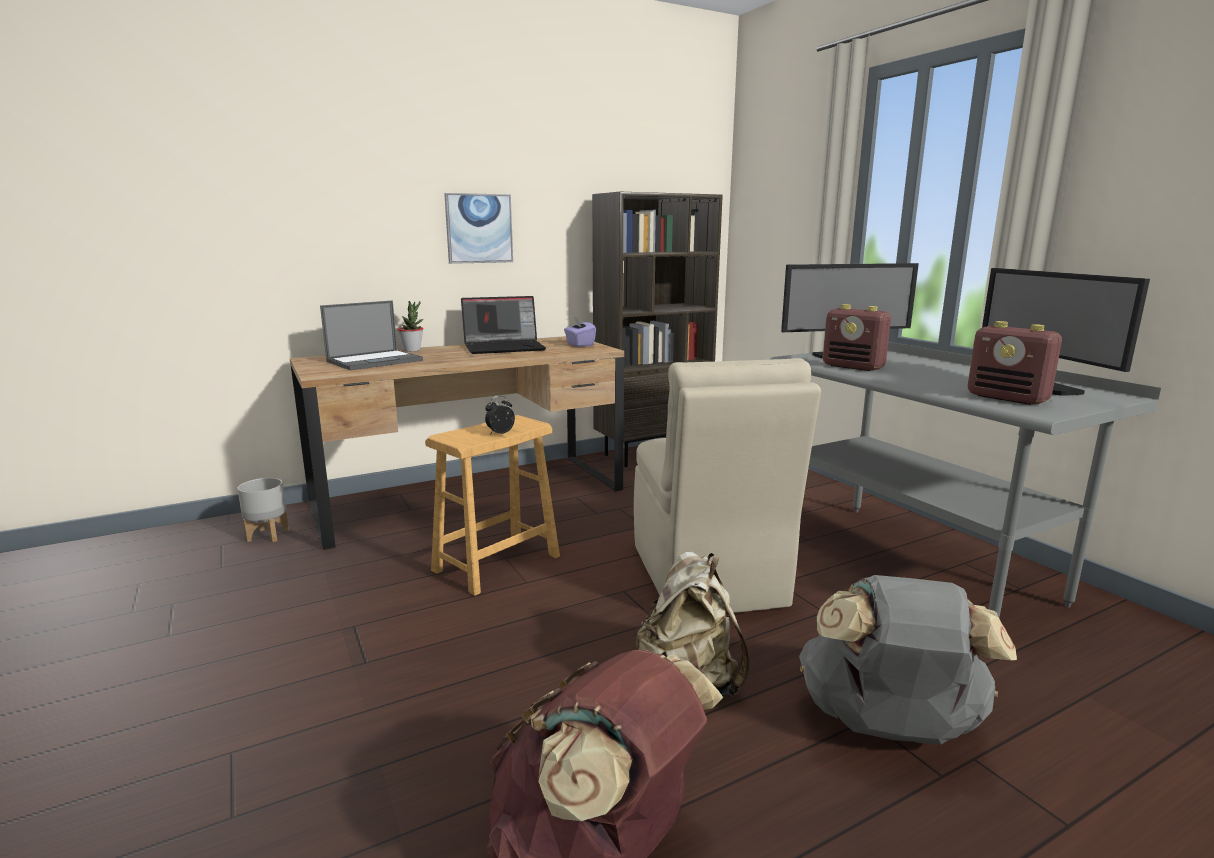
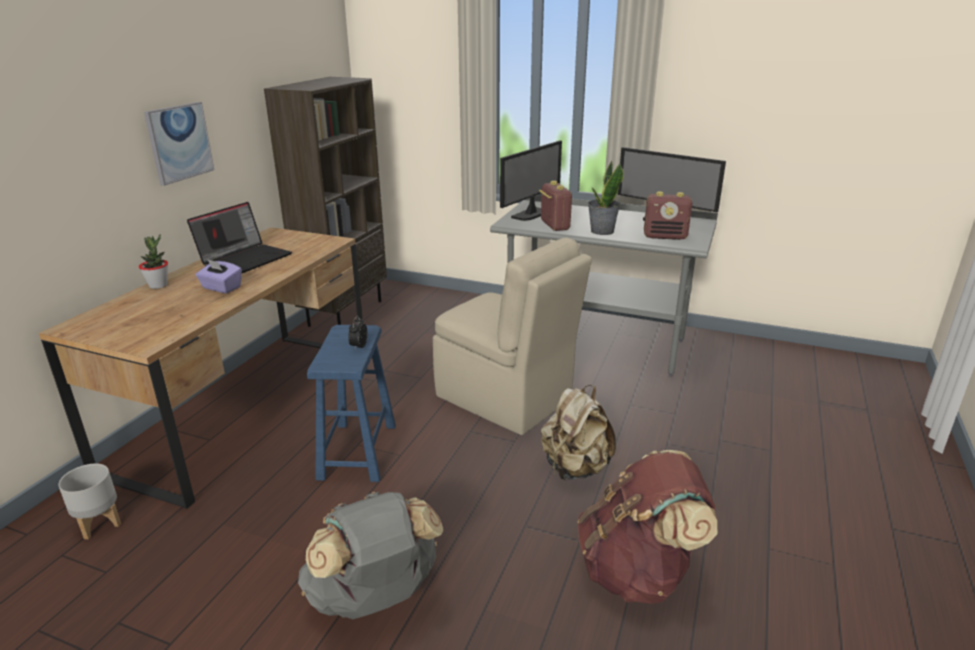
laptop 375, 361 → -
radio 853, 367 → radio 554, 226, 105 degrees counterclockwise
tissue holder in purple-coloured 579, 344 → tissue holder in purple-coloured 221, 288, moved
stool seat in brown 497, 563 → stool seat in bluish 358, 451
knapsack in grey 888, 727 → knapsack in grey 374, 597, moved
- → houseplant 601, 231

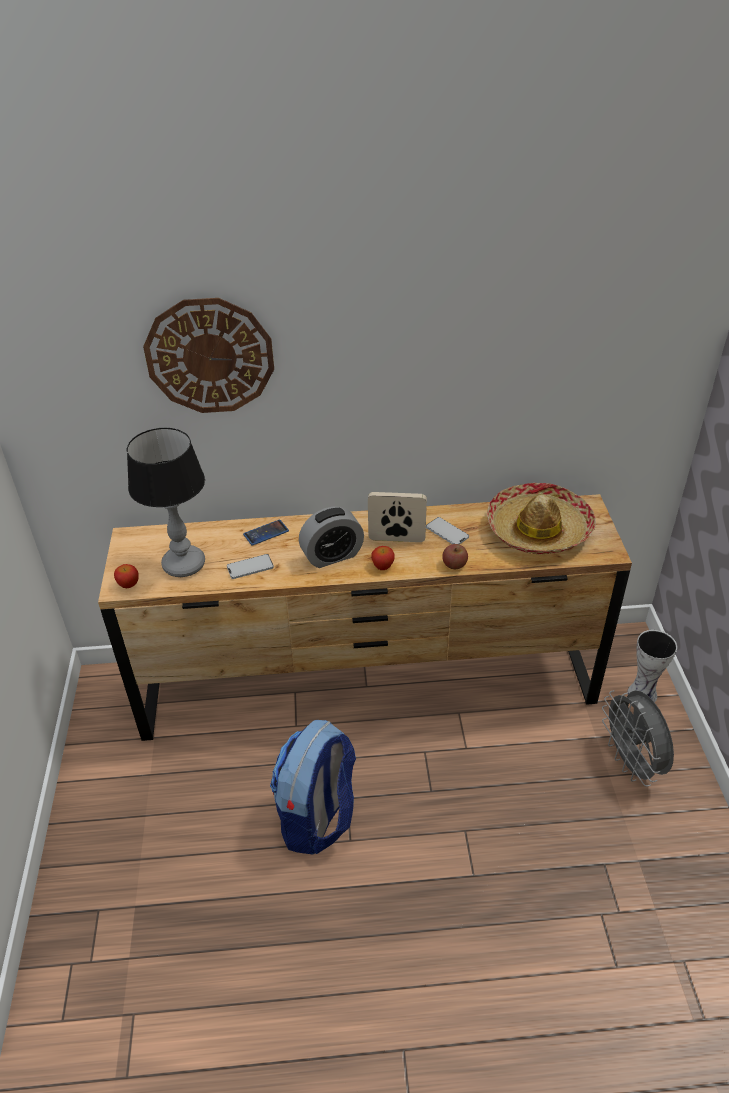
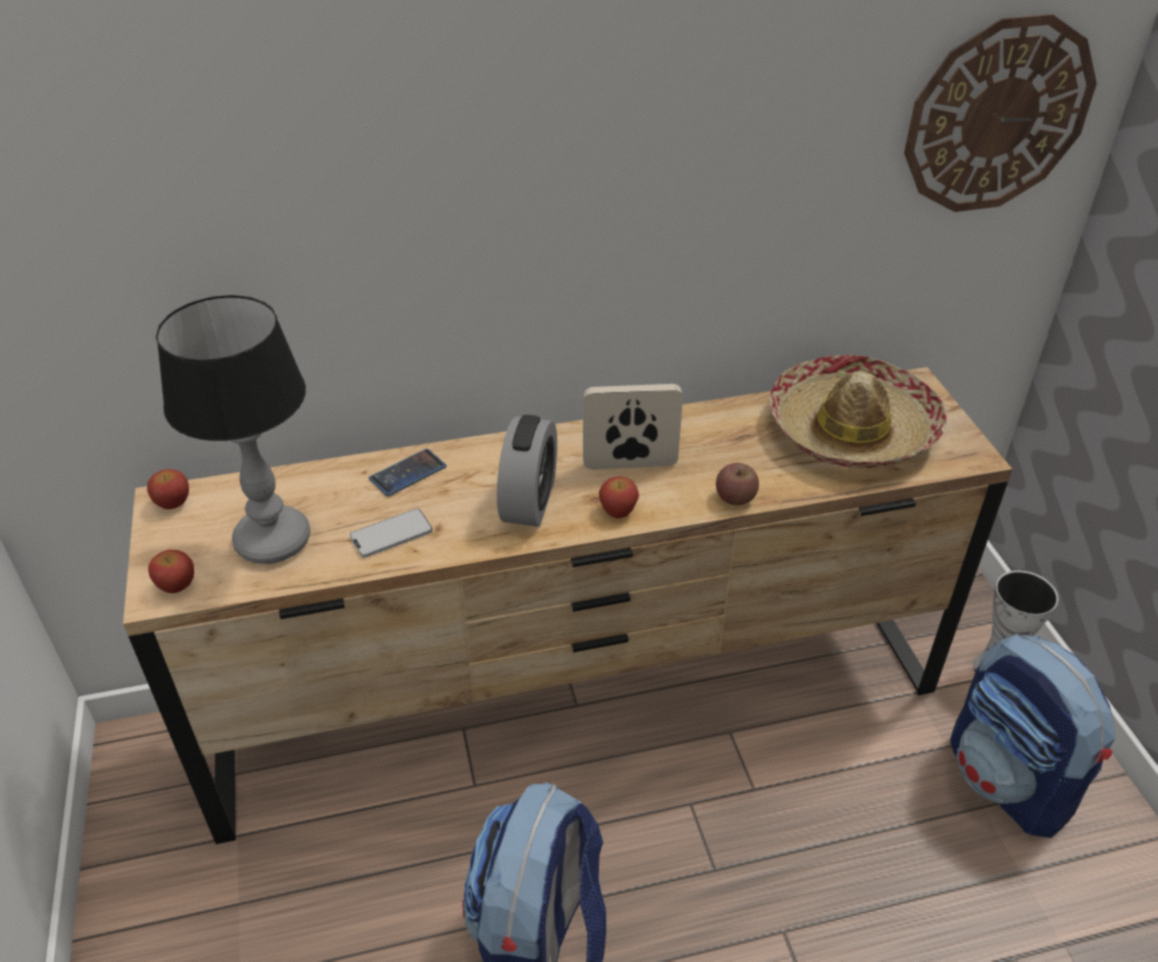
clock on the wall 210, 356 → clock on the wall 997, 116, moved
alarm clock 332, 556 → alarm clock 529, 501, 45 degrees counterclockwise
telephone 447, 532 → -
electric fan in grey 631, 763 → knapsack 1010, 781
- → apple fruit 173, 503

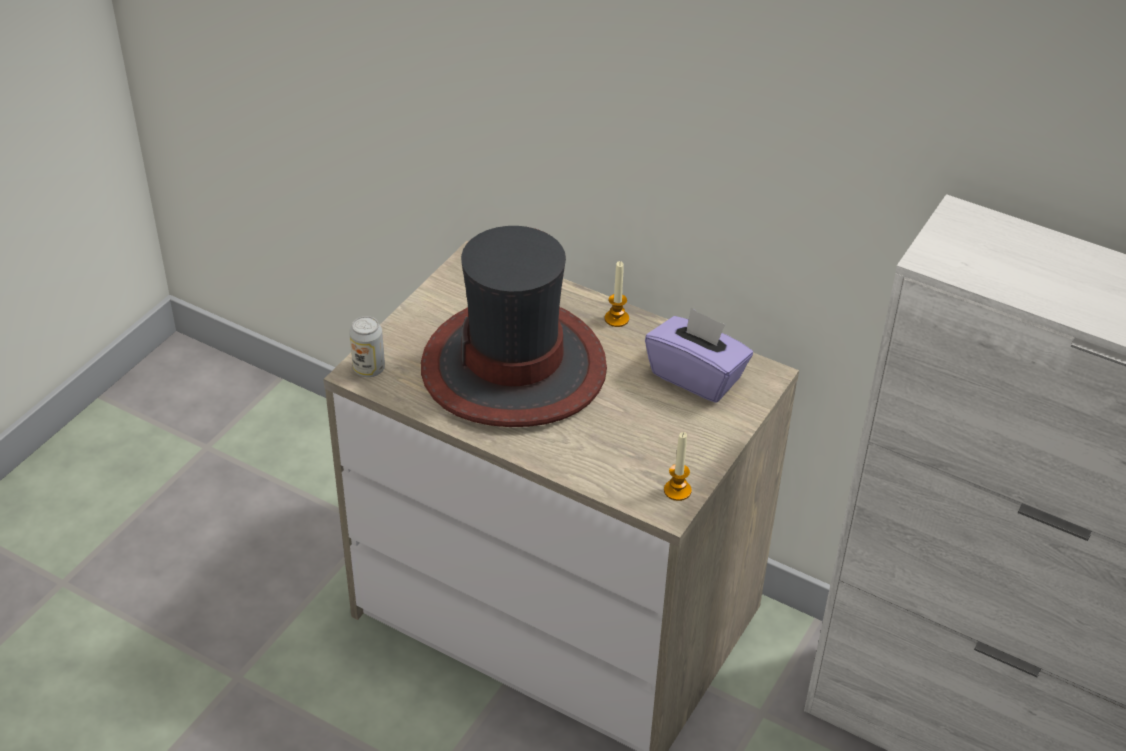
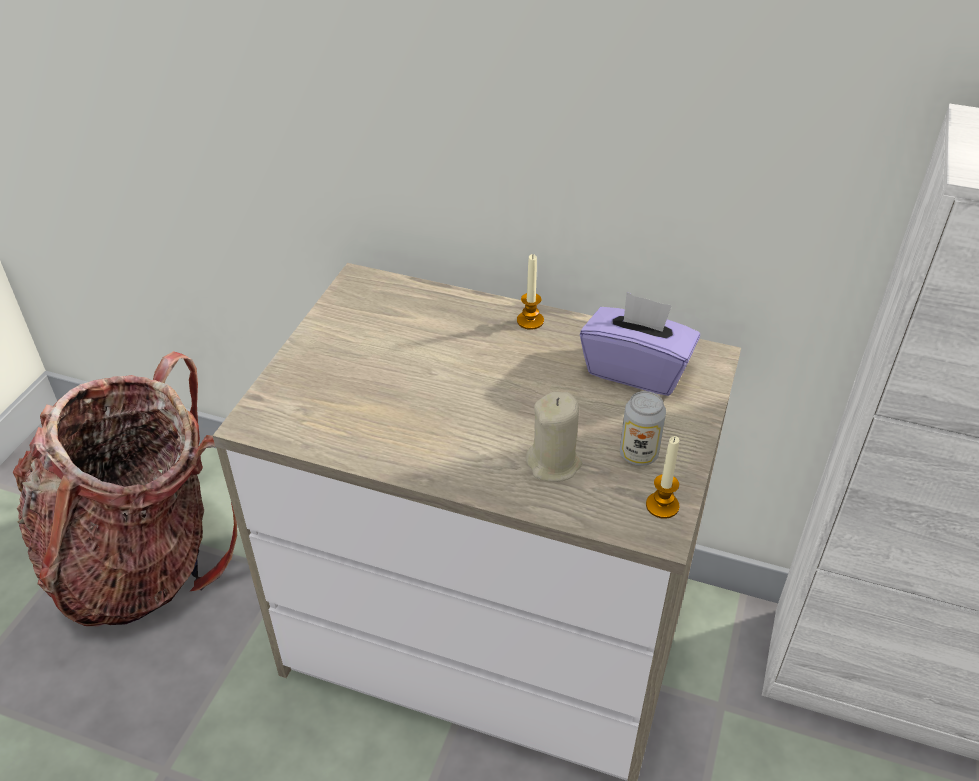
wearable hat 515, 367 → -
can 369, 369 → can 638, 454, moved
- → knapsack 144, 558
- → wax light in beige-coloured 554, 463

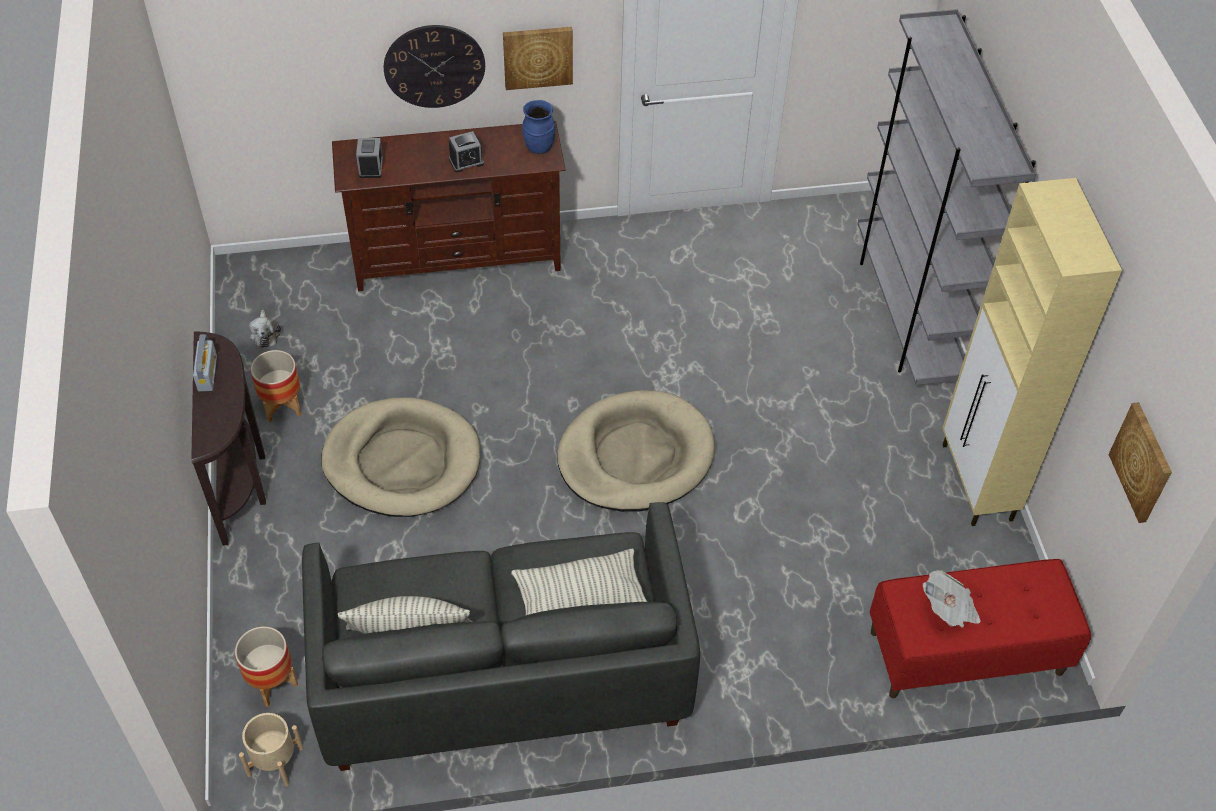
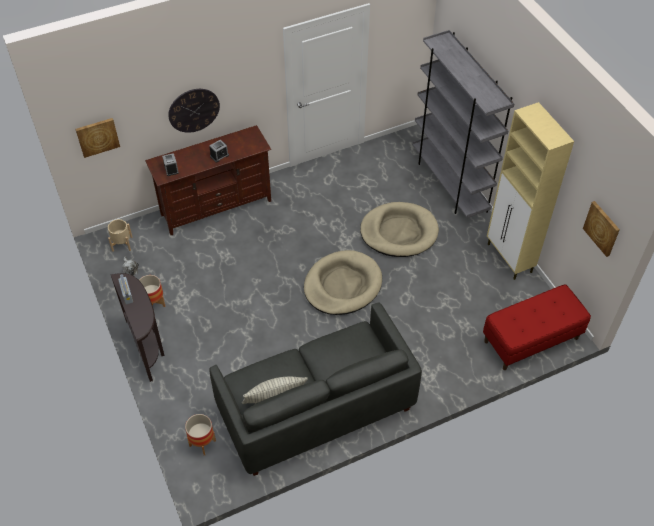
picture 538, 56 → picture 97, 136, moved
vase in bluish 538, 147 → -
pet bed in beige-coloured 402, 461 → pet bed in beige-coloured 399, 232, moved
cushion 580, 598 → -
daily paper 949, 609 → -
planter in beige-coloured 275, 761 → planter in beige-coloured 122, 244, moved

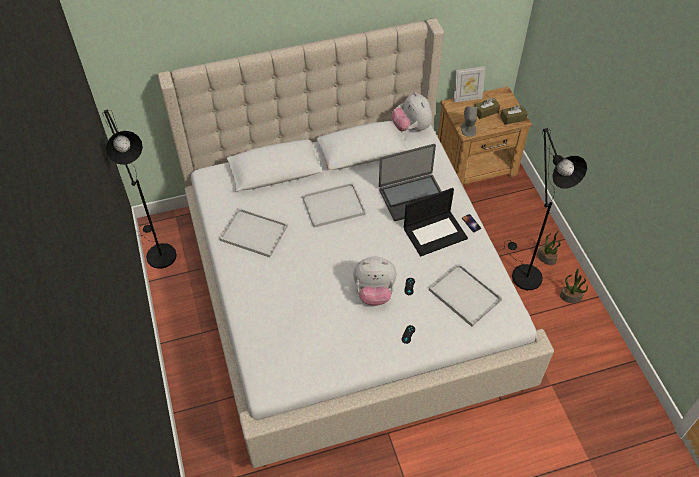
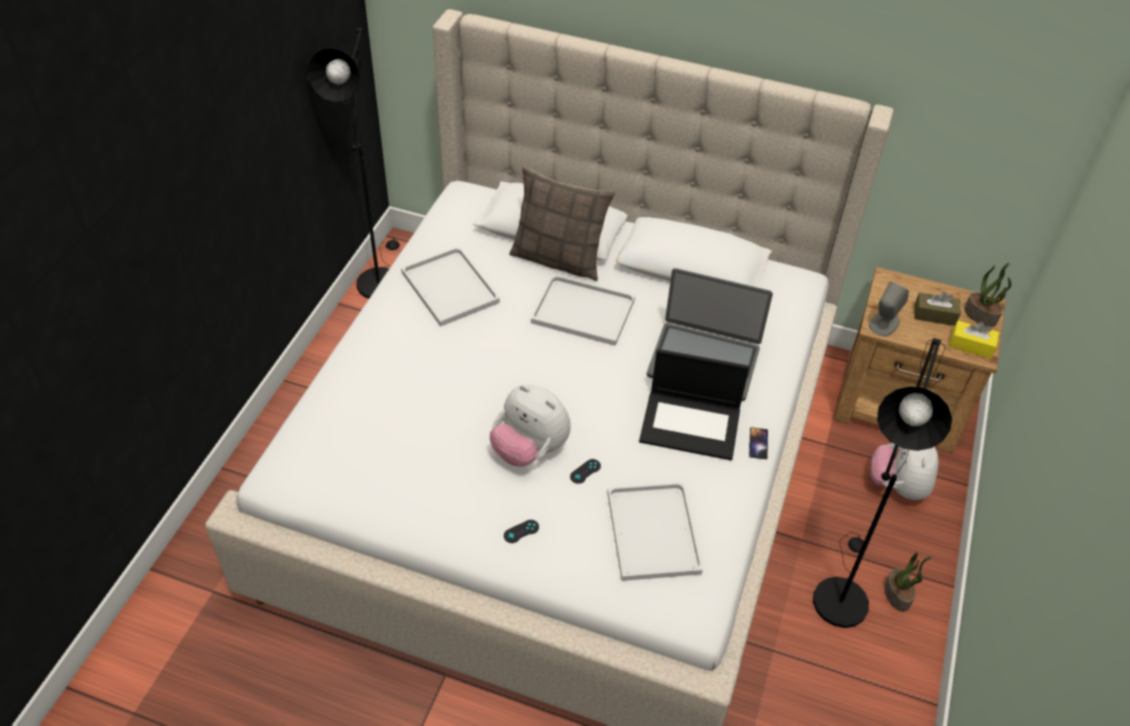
photo frame 467, 98 → -
soft toy 411, 127 → soft toy 898, 486, moved
tissue holder in brown 513, 118 → tissue holder in yellow-coloured 971, 345
houseplant 570, 297 → houseplant 981, 315, moved
- → cushion 559, 258

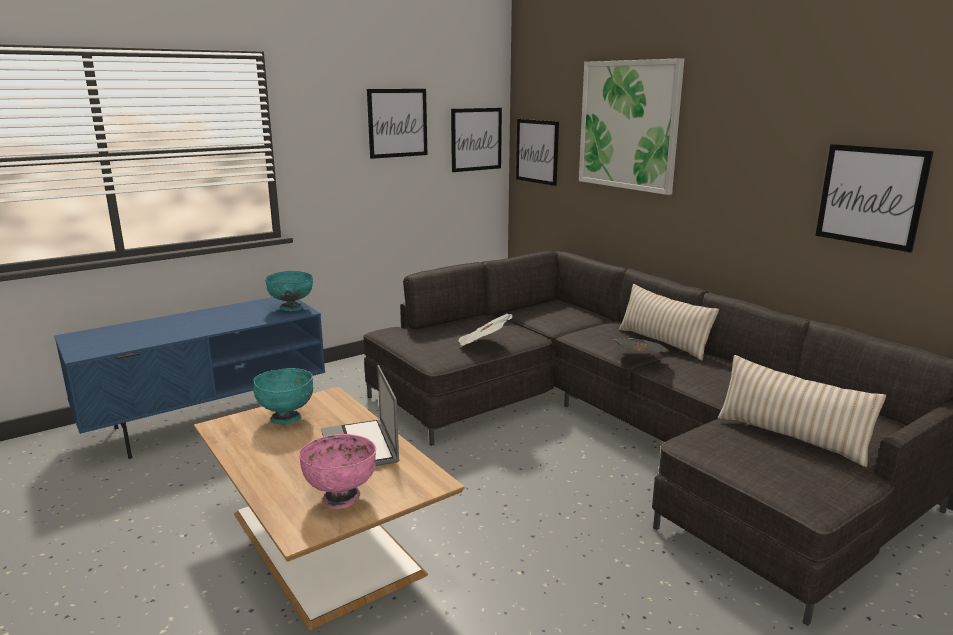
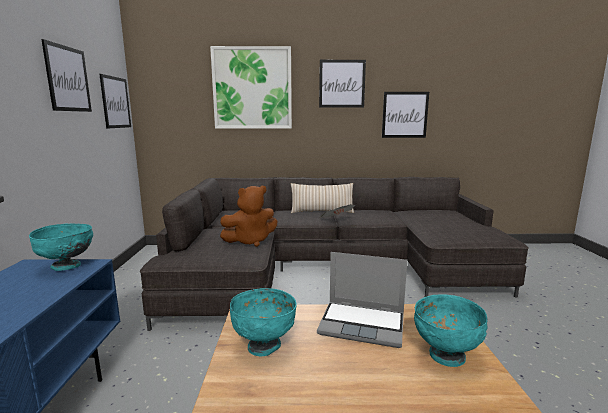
picture 537, 151 → picture 342, 84, moved
daily paper 483, 344 → soft toy in brown 250, 241
cushion in beige-coloured 790, 437 → -
bowl in pink-coloured 341, 498 → bowl in blue-green 445, 355

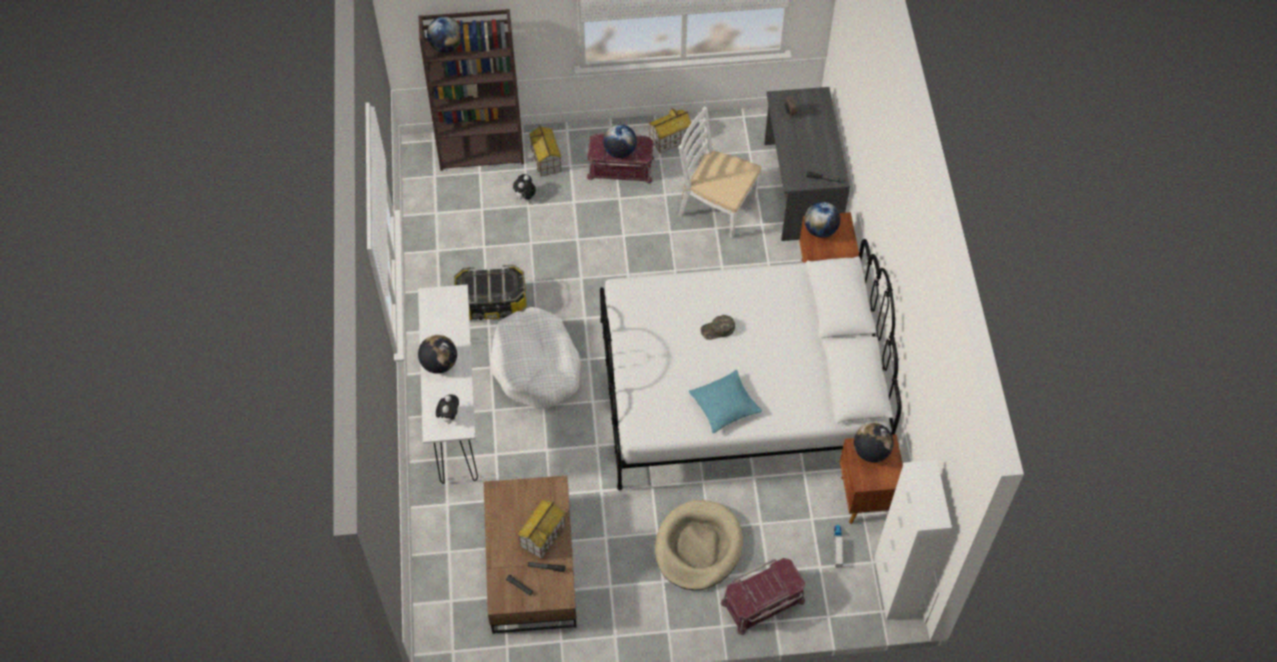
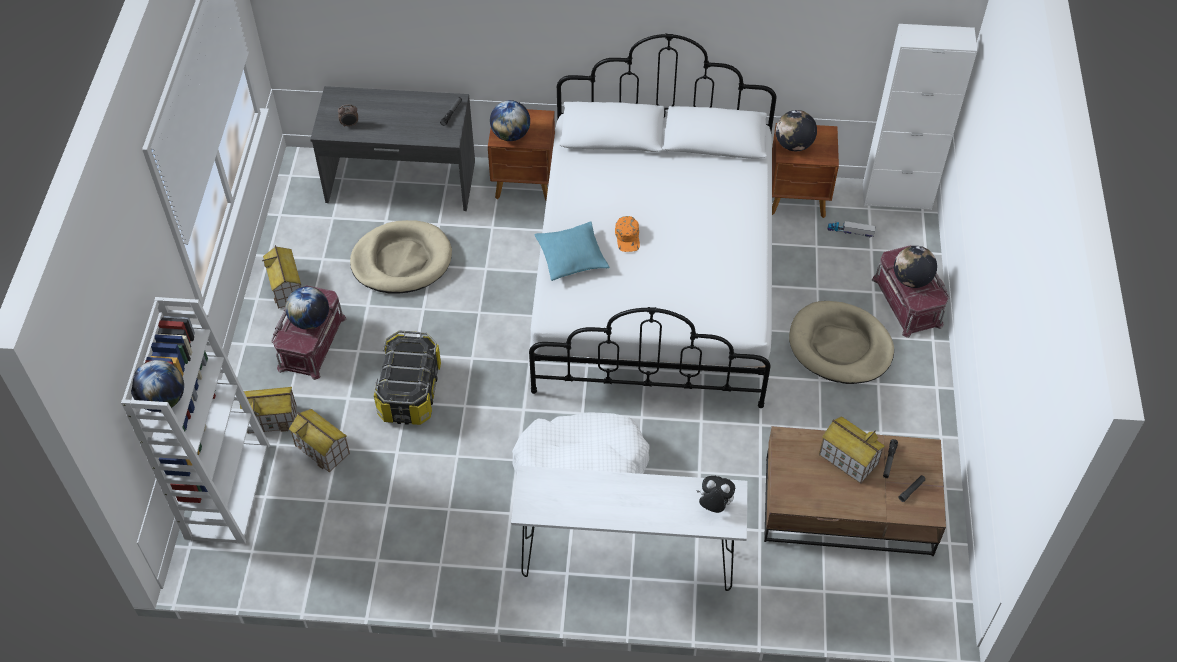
bookshelf in brown 482, 149 → bookshelf in whitish 227, 489
upright chair in whitish 716, 207 → pet bed in beige-coloured 401, 260
soft toy 525, 197 → model house 323, 449
storage box 491, 303 → storage box 409, 391, moved
baseball cap in greenish 717, 330 → baseball cap in orange-coloured 628, 237
globe 439, 363 → globe 911, 279, moved
cushion in blue-green 724, 405 → cushion in blue-green 571, 257, moved

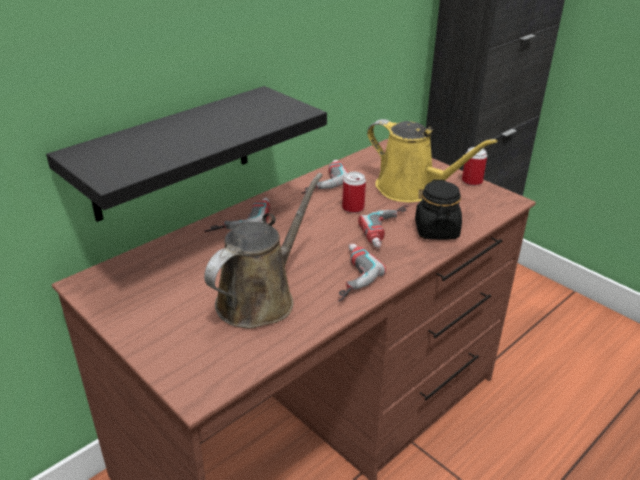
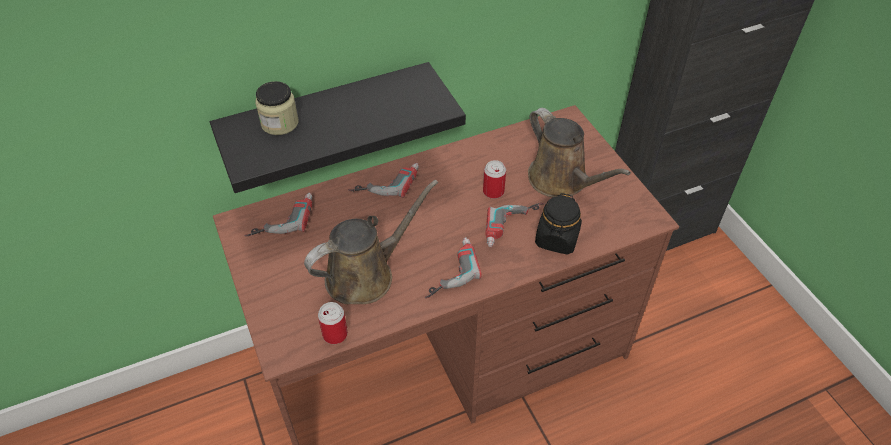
sprinkling can in yellow-coloured 411, 189 → sprinkling can in brown 561, 180
can 472, 181 → can 335, 334, moved
drill 321, 181 → drill 281, 218, moved
- → preserve jar 280, 123

